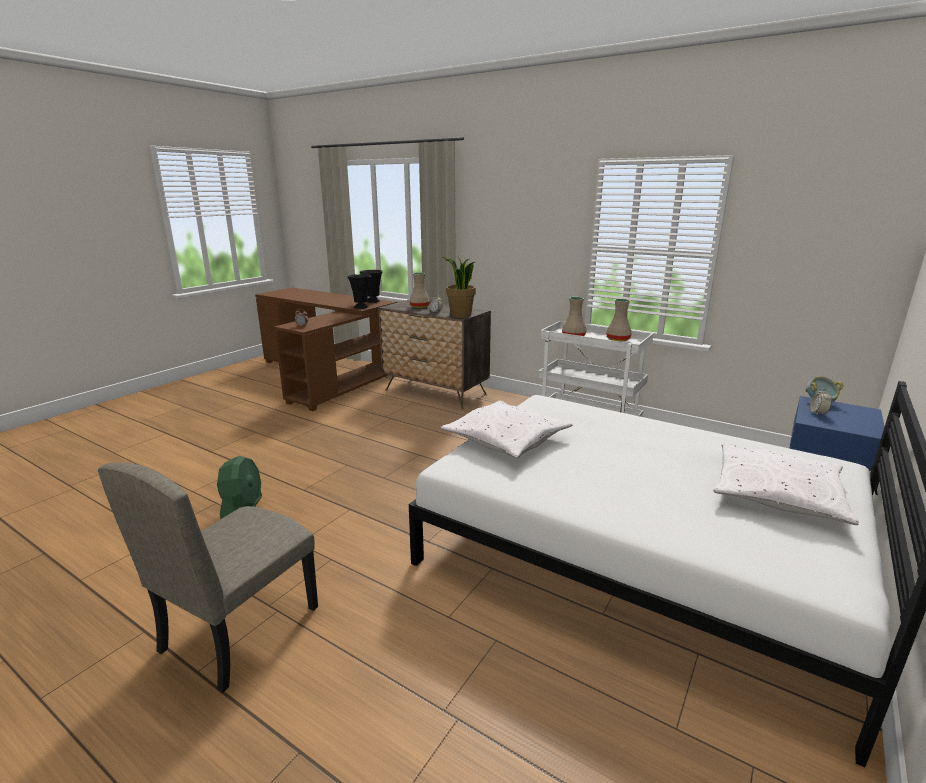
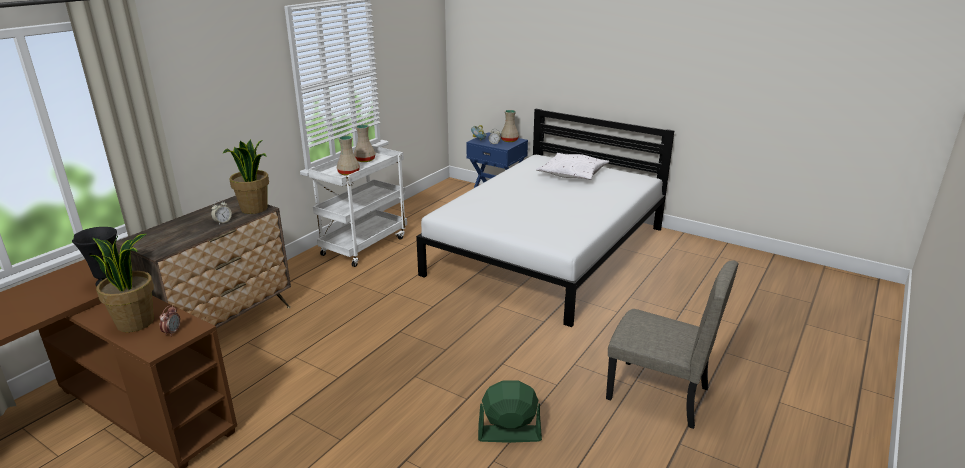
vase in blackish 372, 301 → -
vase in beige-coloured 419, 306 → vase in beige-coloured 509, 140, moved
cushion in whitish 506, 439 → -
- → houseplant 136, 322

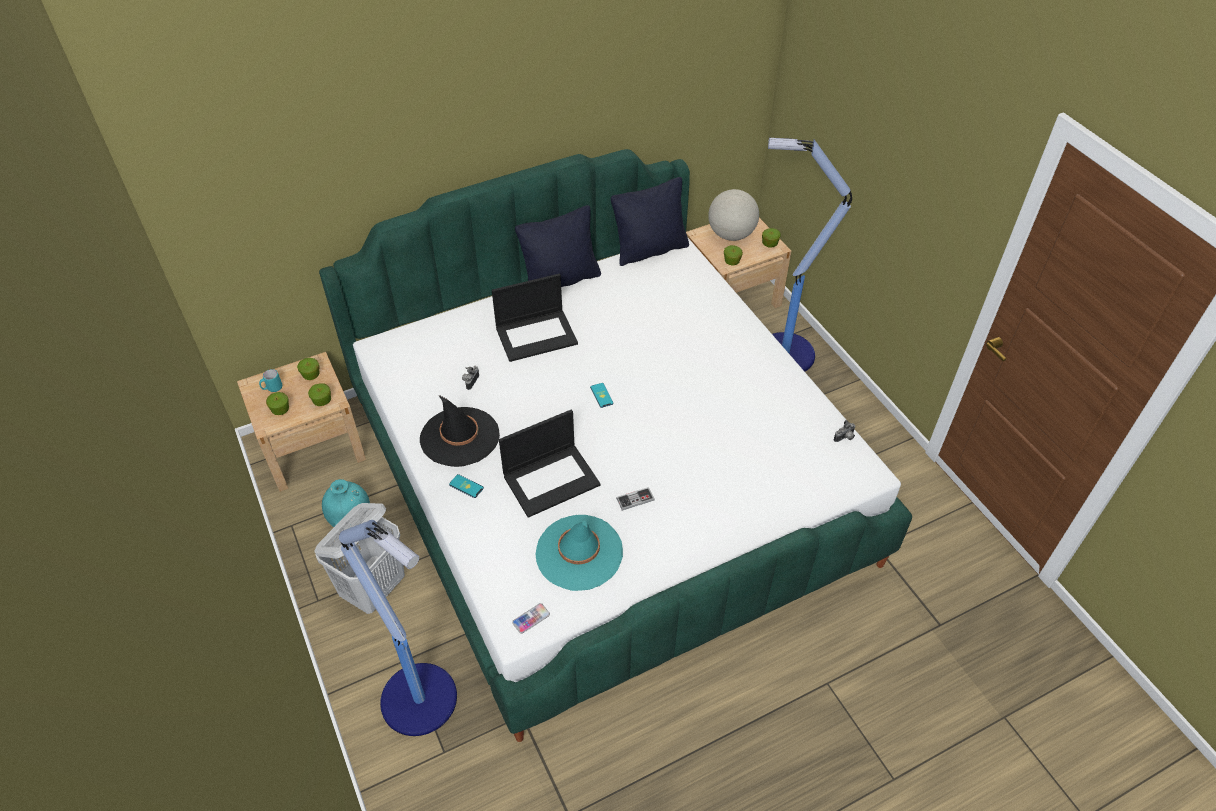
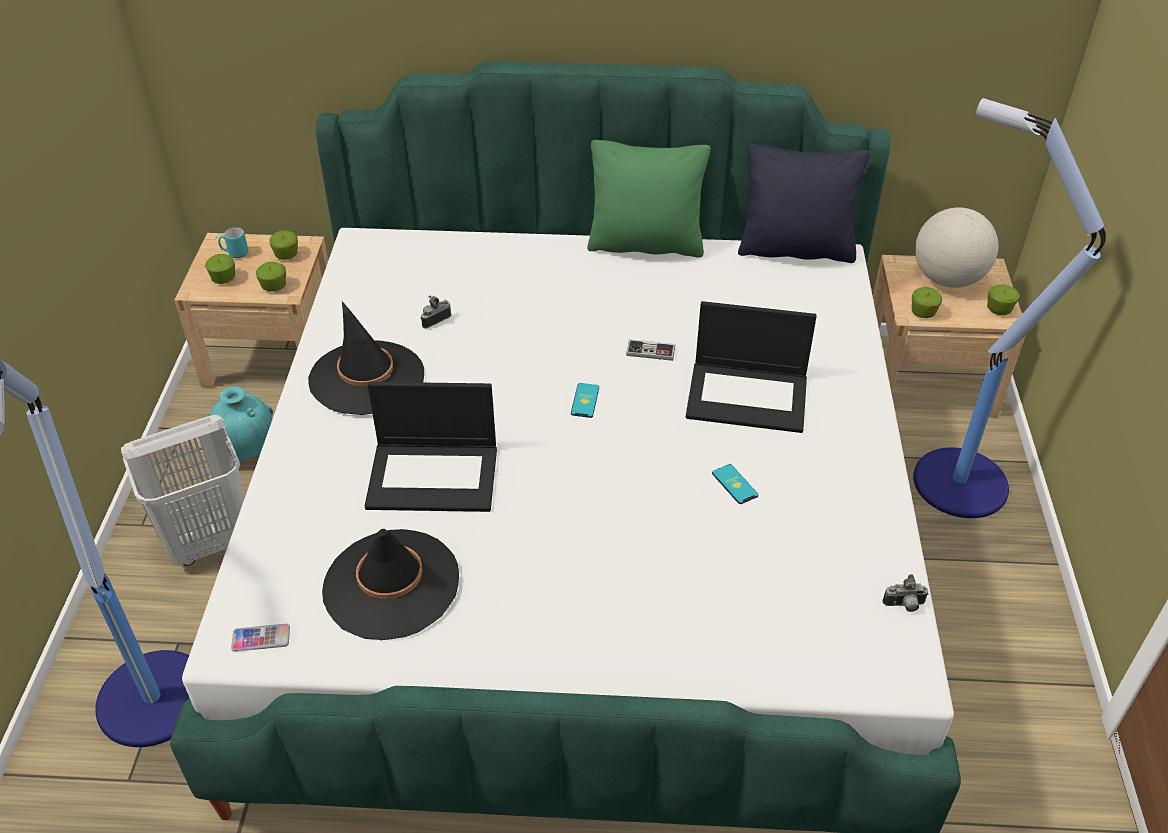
cushion in blackish 561, 280 → cushion in greenish 645, 245
laptop 537, 335 → laptop 748, 396, moved
telephone 466, 486 → telephone 734, 484, moved
gamepad 635, 499 → gamepad 650, 351, moved
wearable hat in blue-green 579, 553 → wearable hat in blackish 391, 584

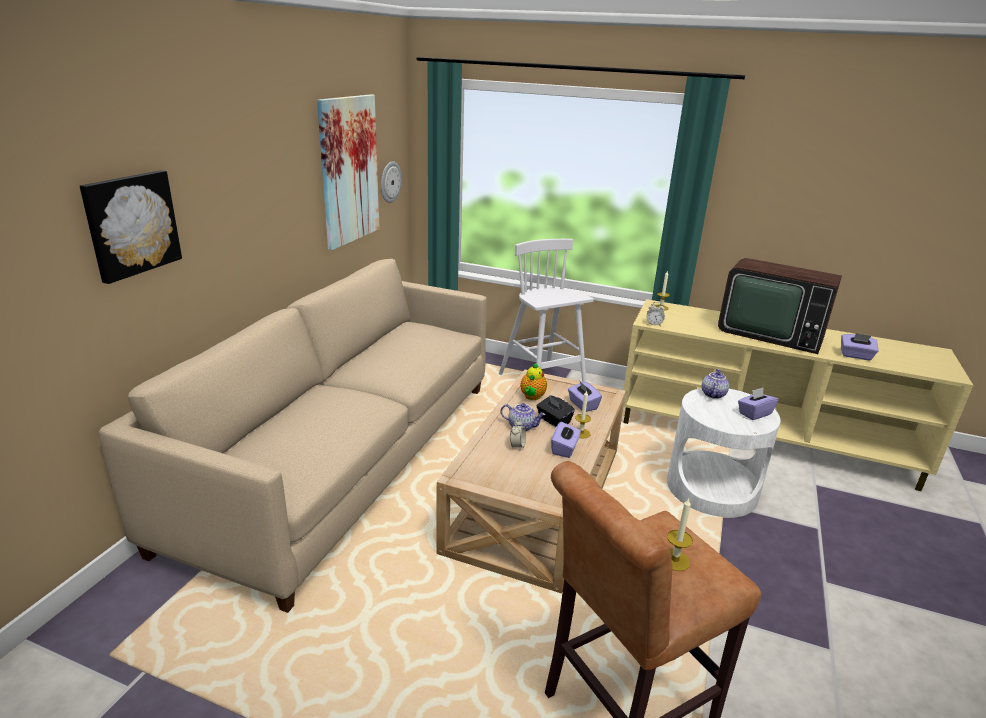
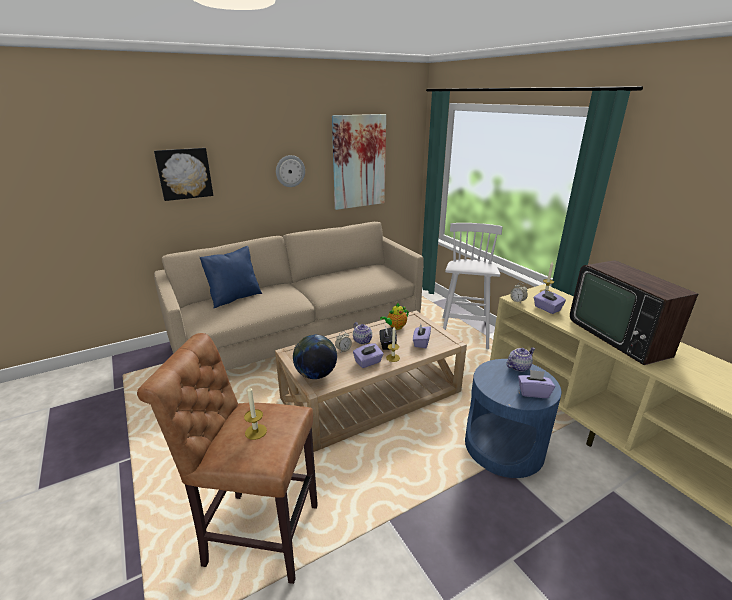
clock on the wall 390, 182 → clock on the wall 290, 171, moved
tissue holder in purple-coloured 855, 356 → tissue holder in purple-coloured 547, 309, moved
end table in whitish 712, 488 → end table in bluish 504, 447
- → cushion in bluish 234, 298
- → globe 316, 375

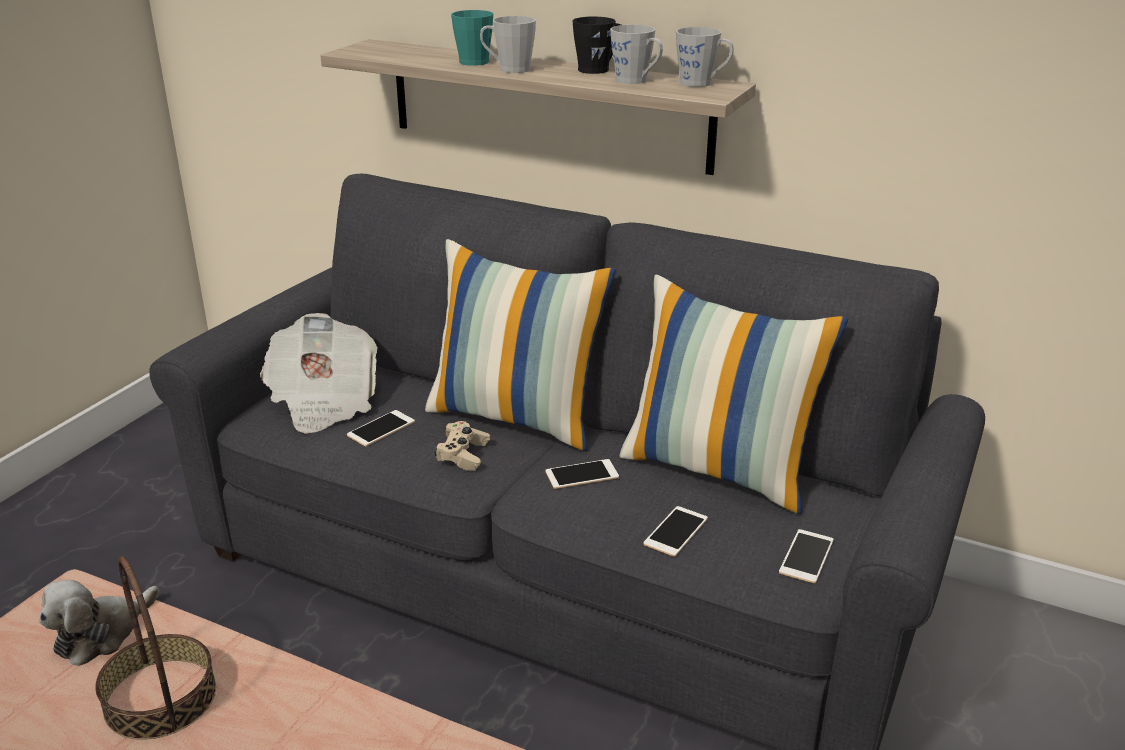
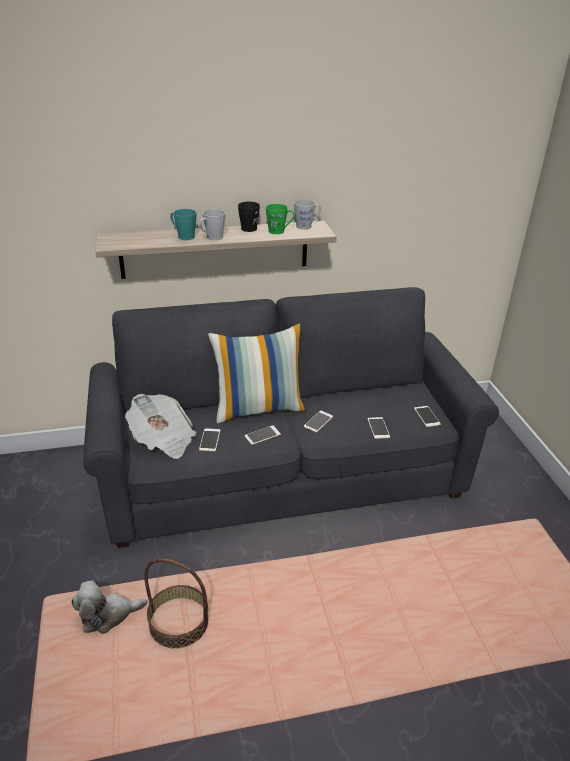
tea mug in grey 636, 81 → tea mug in greenish 279, 231
cushion 719, 469 → -
gamepad in beige-coloured 463, 455 → telephone 262, 435
soft toy 101, 635 → soft toy 107, 615, 75 degrees clockwise

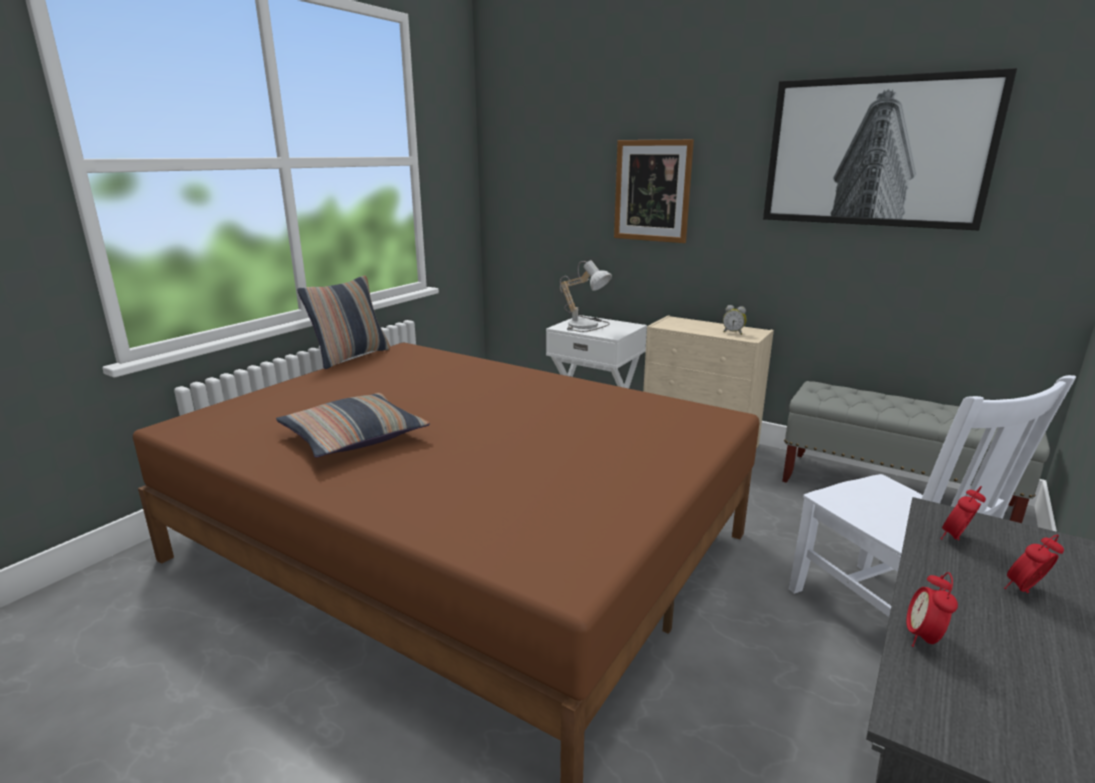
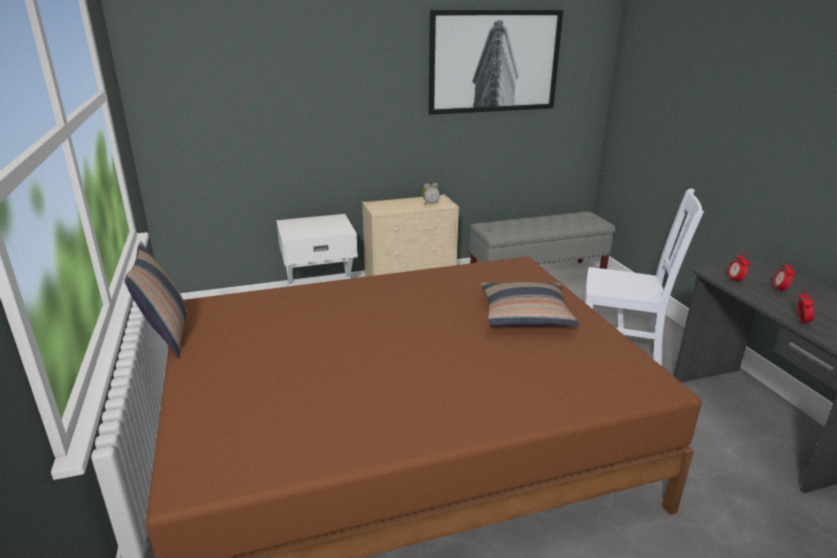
picture 652, 191 → -
lamp for a table 586, 324 → -
cushion 354, 437 → cushion 525, 315, moved
alarm clock 923, 638 → alarm clock 801, 322, 135 degrees counterclockwise

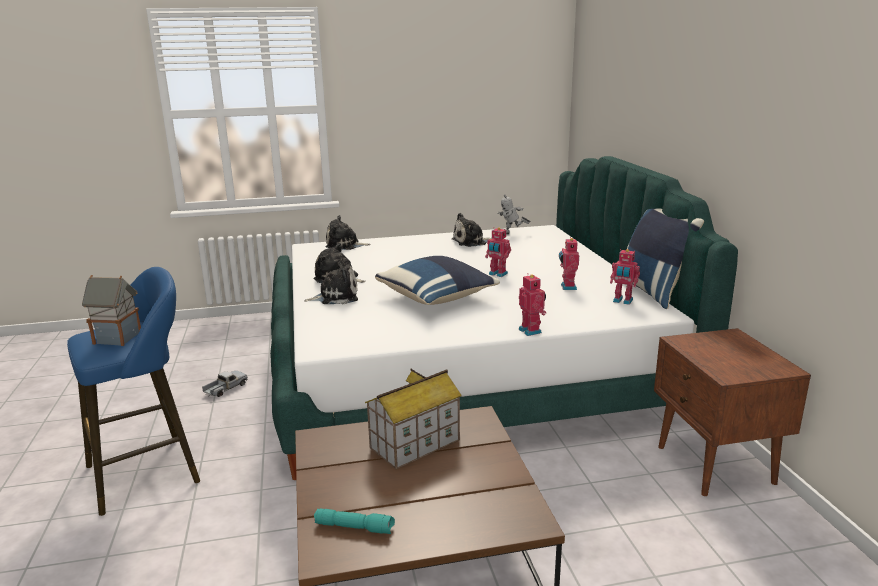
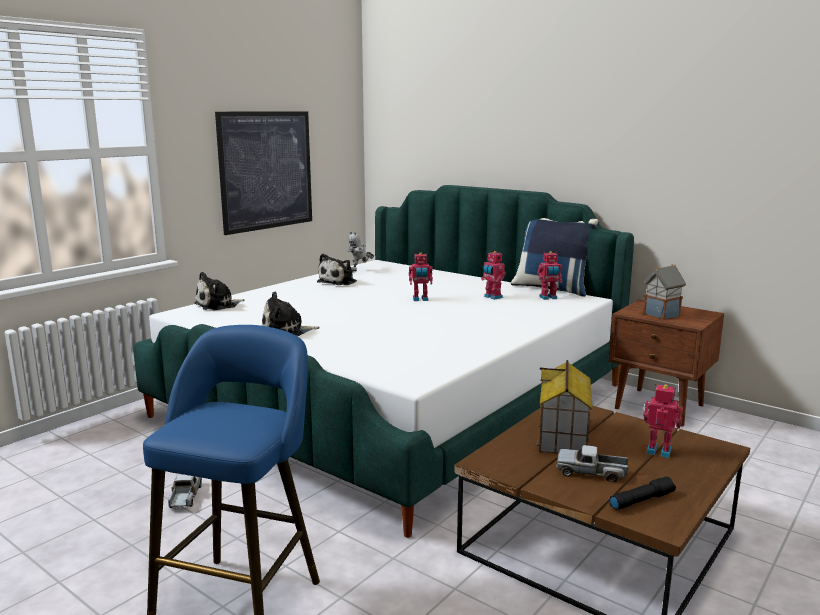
cushion in bluish 437, 298 → -
soft toy 336, 297 → -
model robot 531, 331 → model robot 659, 450, moved
model house 119, 338 → model house 661, 314, moved
flashlight in blue-green 355, 527 → flashlight in blackish 641, 500
- → picture 266, 170
- → model truck 591, 472

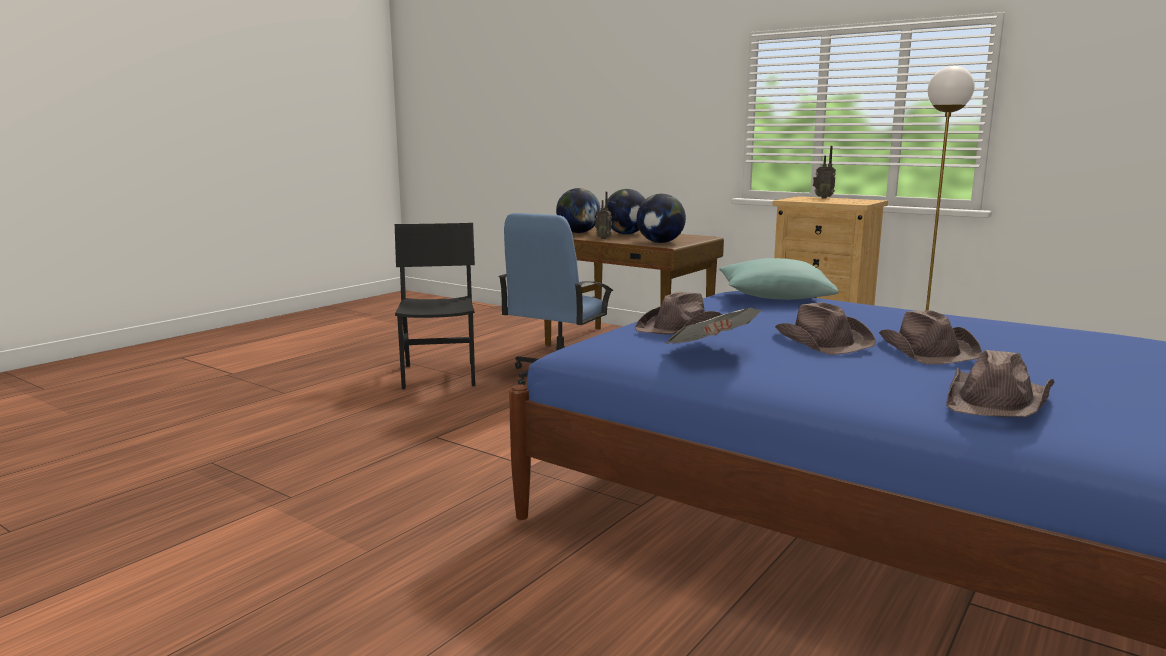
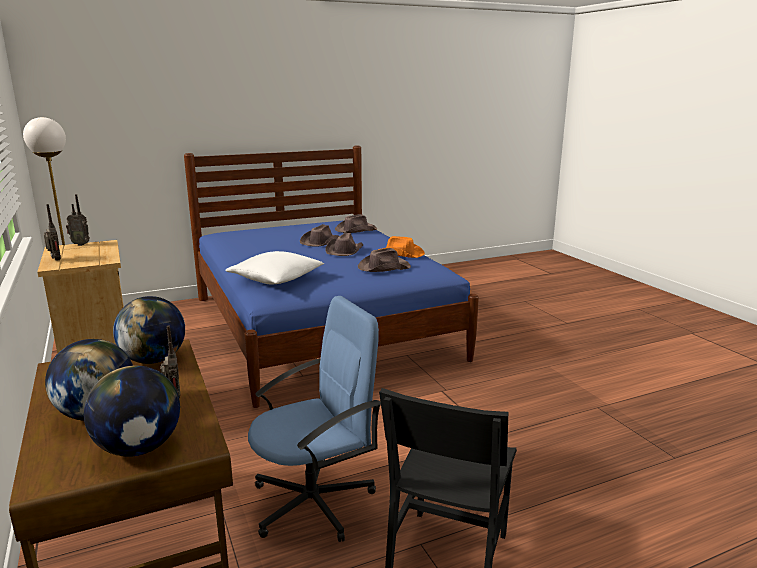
cushion in blue-green 773, 297 → cushion in whitish 276, 280
daily paper 710, 352 → wearable hat in orange-coloured 400, 254
- → radio 81, 244

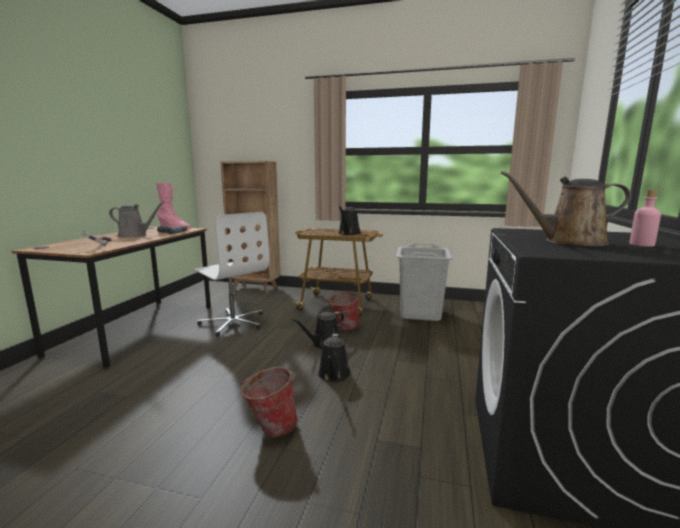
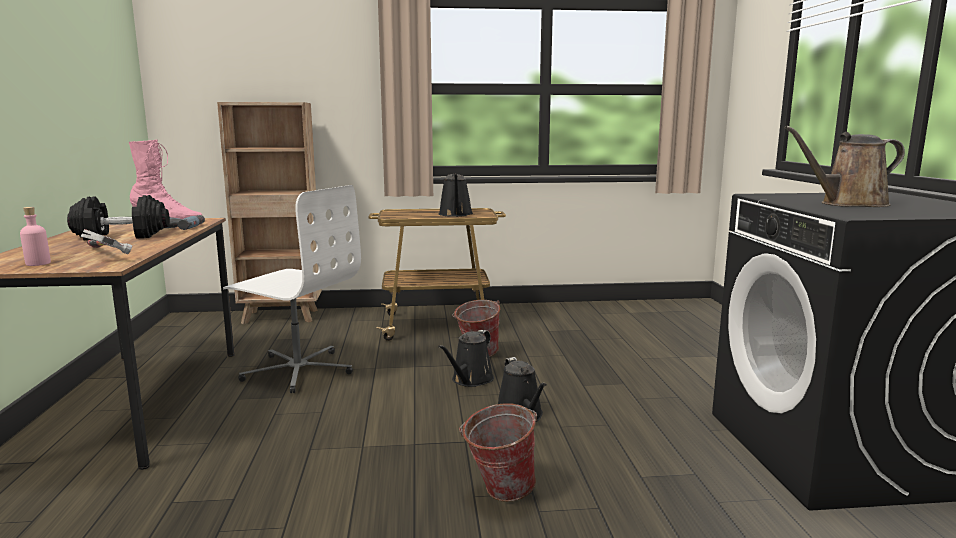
drink bottle in pink-coloured 641, 244 → drink bottle in pink-coloured 38, 263, moved
sprinkling can in grey 135, 235 → free weight in blackish 122, 236
washing basket in grey 421, 313 → -

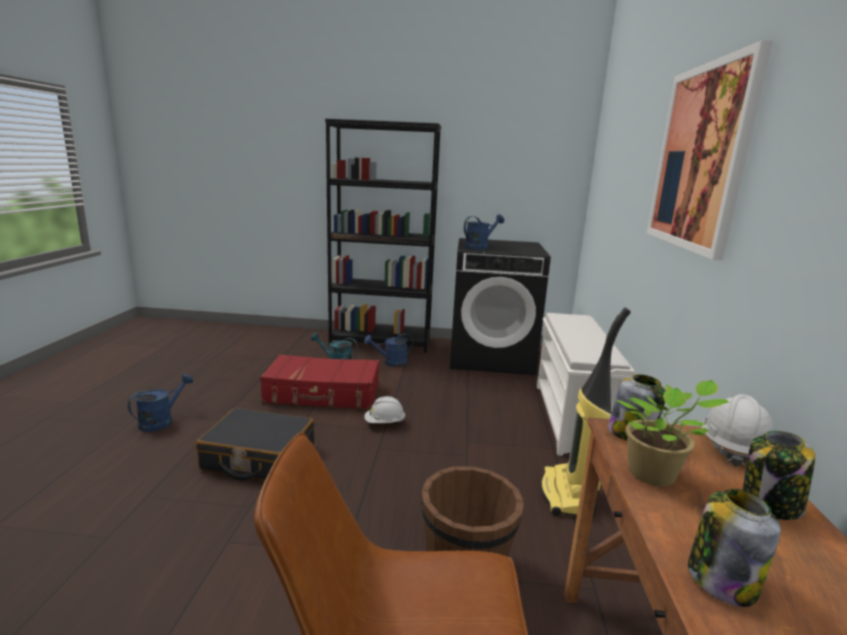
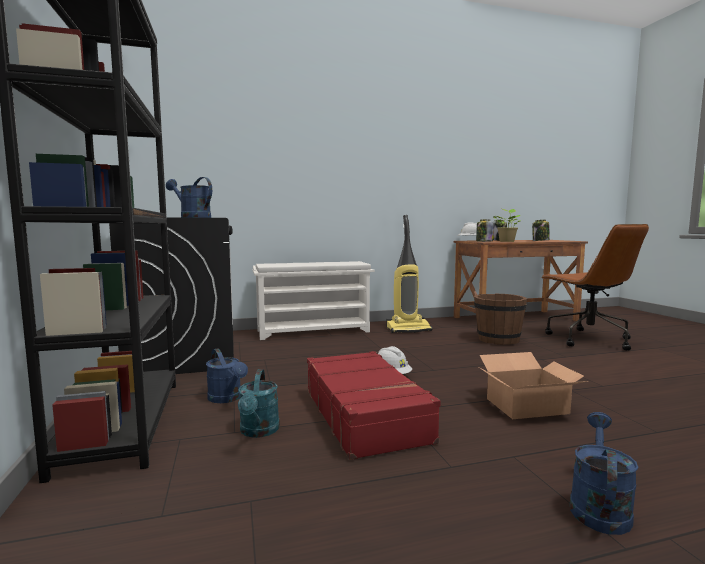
picture 700, 158 → -
sprinkling can in bluish 161, 421 → sprinkling can in bluish 598, 506, 105 degrees clockwise
suitcase in blackish 259, 458 → packing box 525, 406

